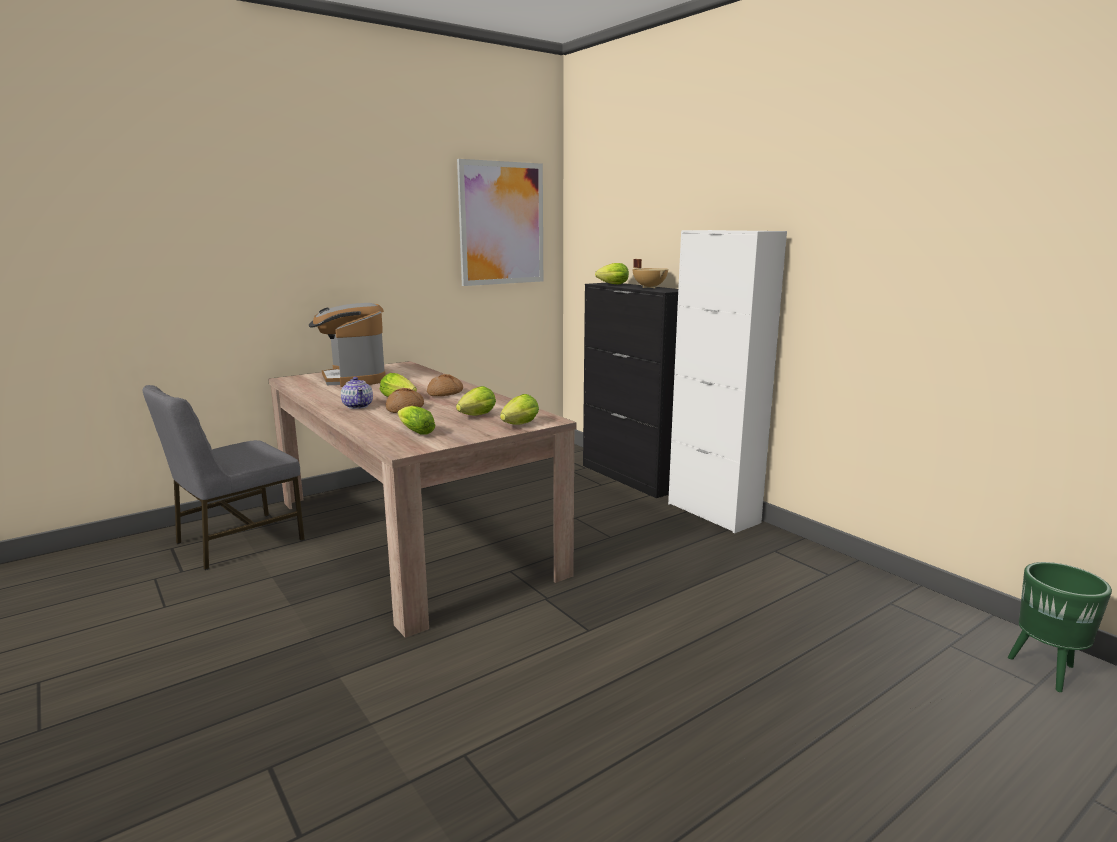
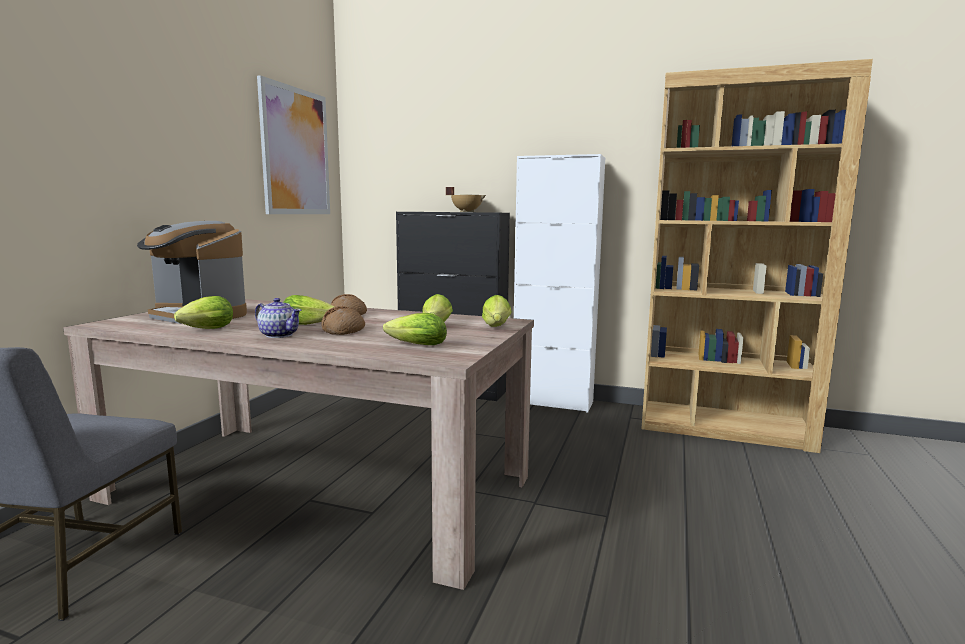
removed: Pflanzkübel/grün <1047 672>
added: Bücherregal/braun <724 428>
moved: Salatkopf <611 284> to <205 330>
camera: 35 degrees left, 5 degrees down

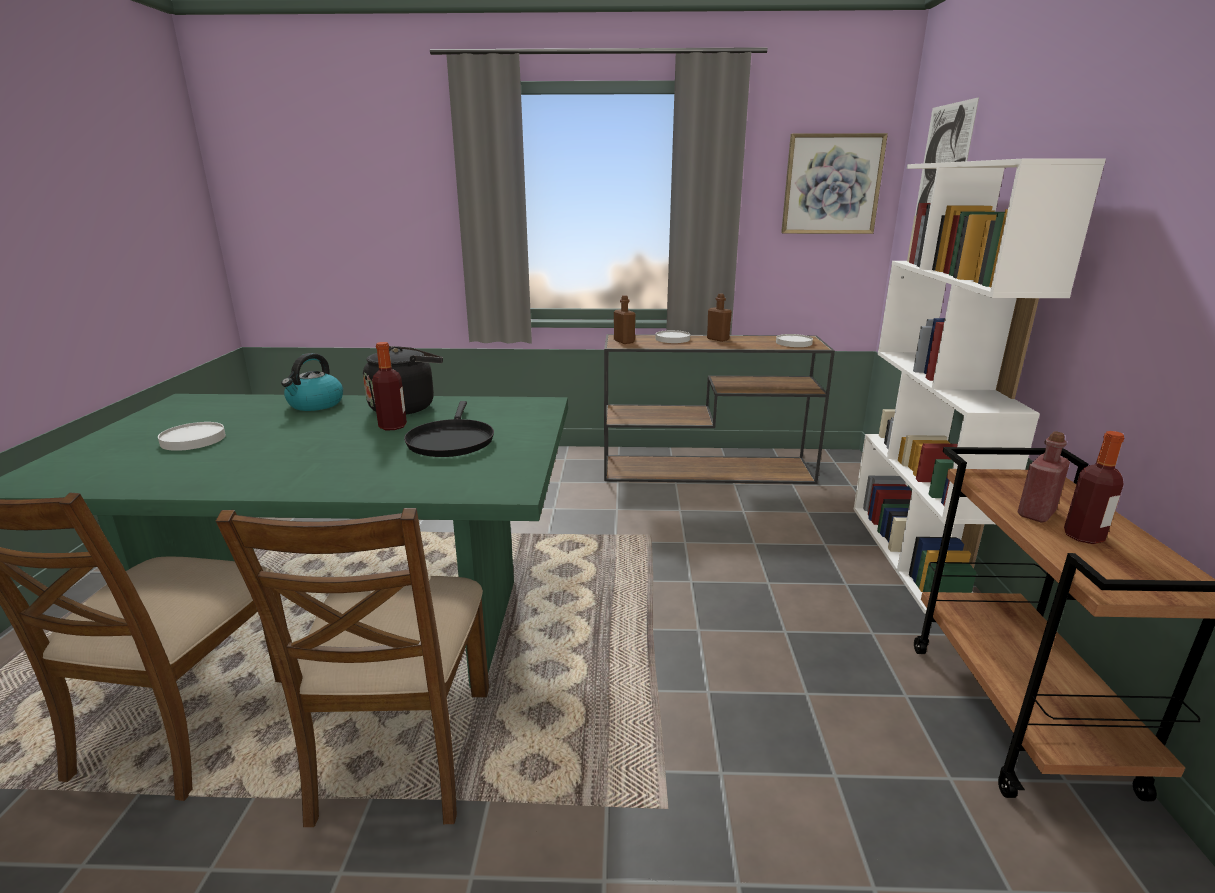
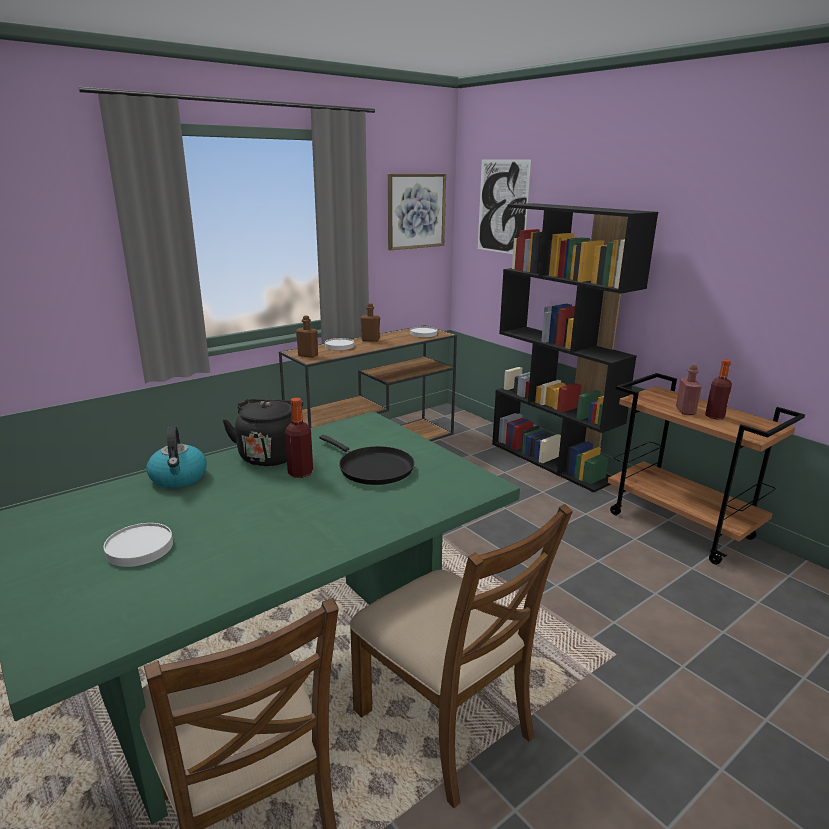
recoloured: Bücherregal/weiß <913 555> to Bücherregal/schwarz <552 461>
camera: 40 degrees left, 0 degrees up

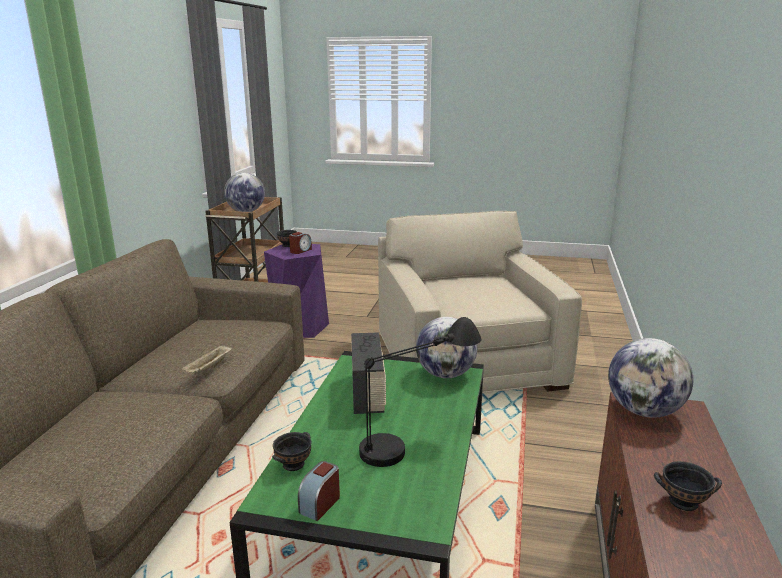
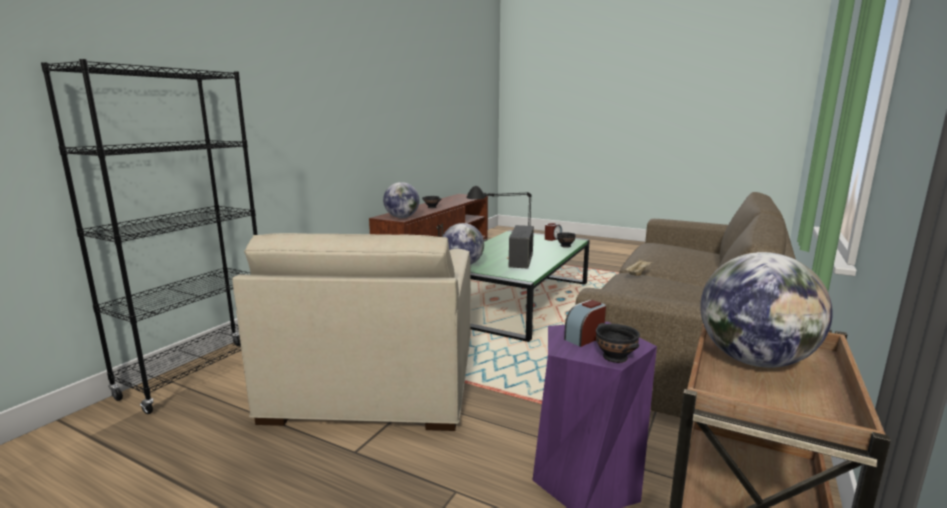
added: Bücherregal/schwarz <199 375>
camera: 165 degrees left, 5 degrees down

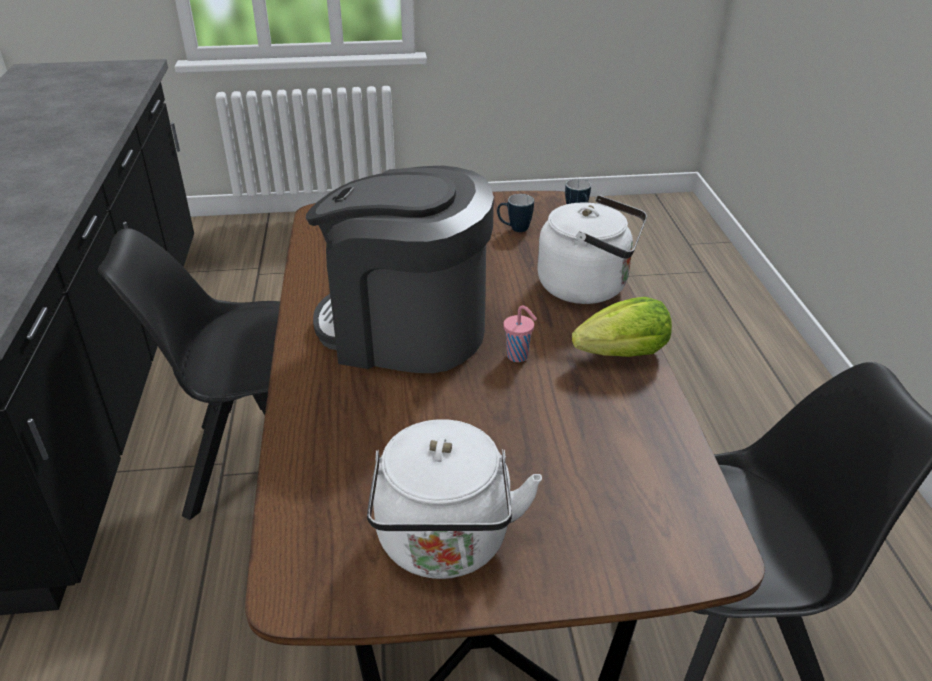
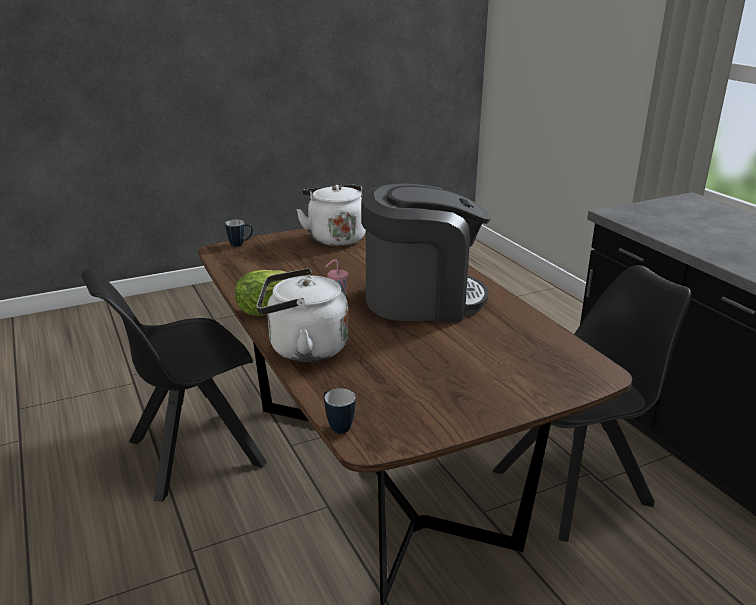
moved: Henkelbecher <514 229> to <240 244>
camera: 160 degrees right, 10 degrees down

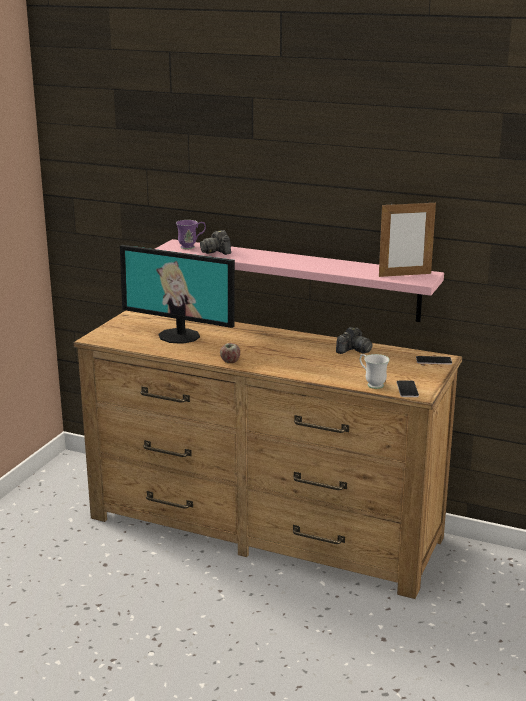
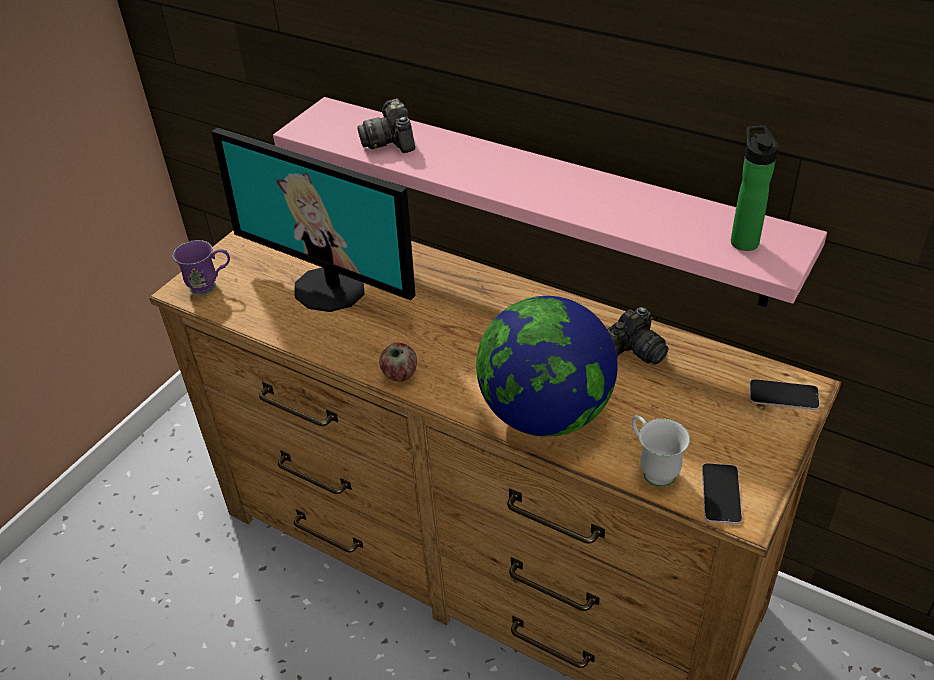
added: Globus <545 413>
moved: Henkelbecher/lila <191 247> to <210 287>
replaced: Bilderrahmen <404 275> to Flasche <743 240>
camera: 10 degrees right, 20 degrees up

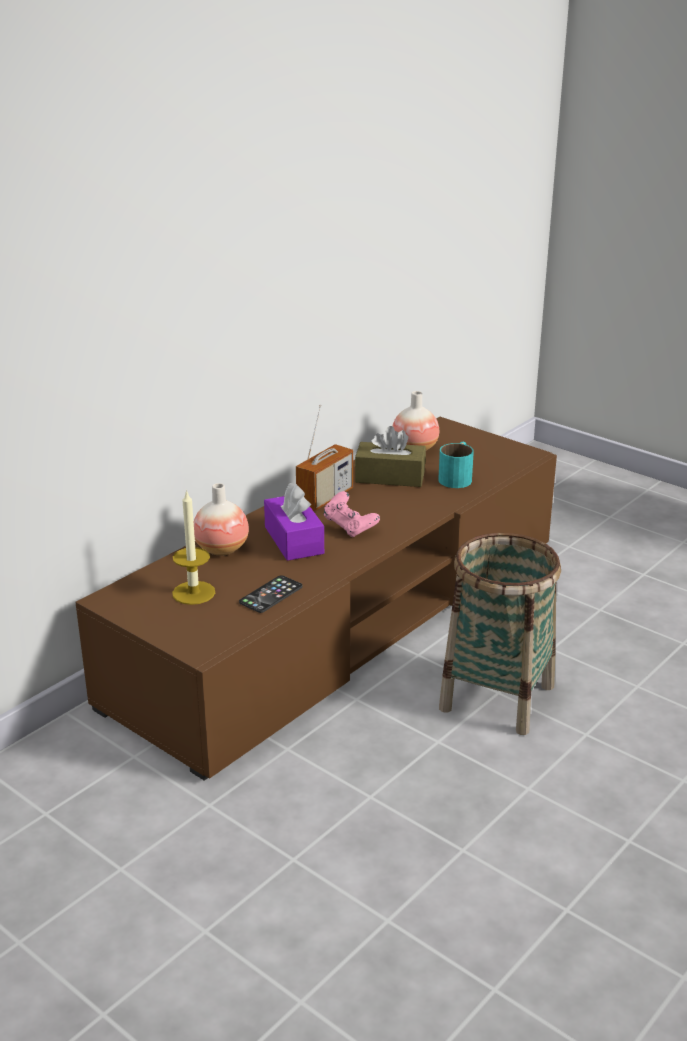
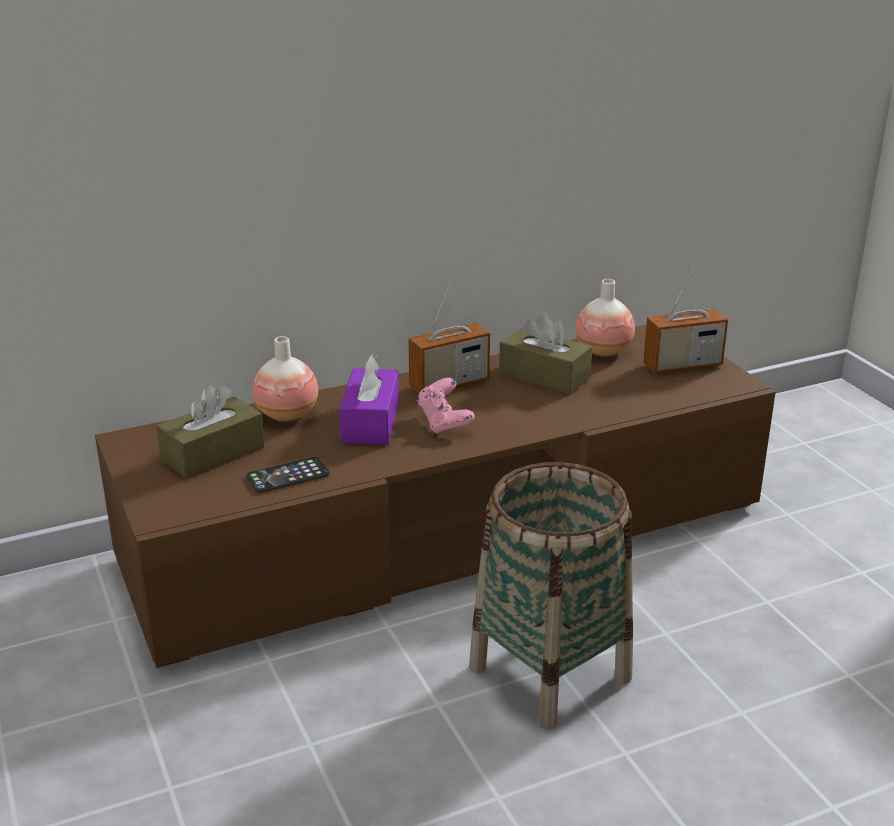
removed: Henkelbecher/türkis <457 476>
added: Radio <682 365>
replaced: Kerze <193 593> to Taschentuchbox/braun <213 454>
camera: 25 degrees right, 0 degrees up

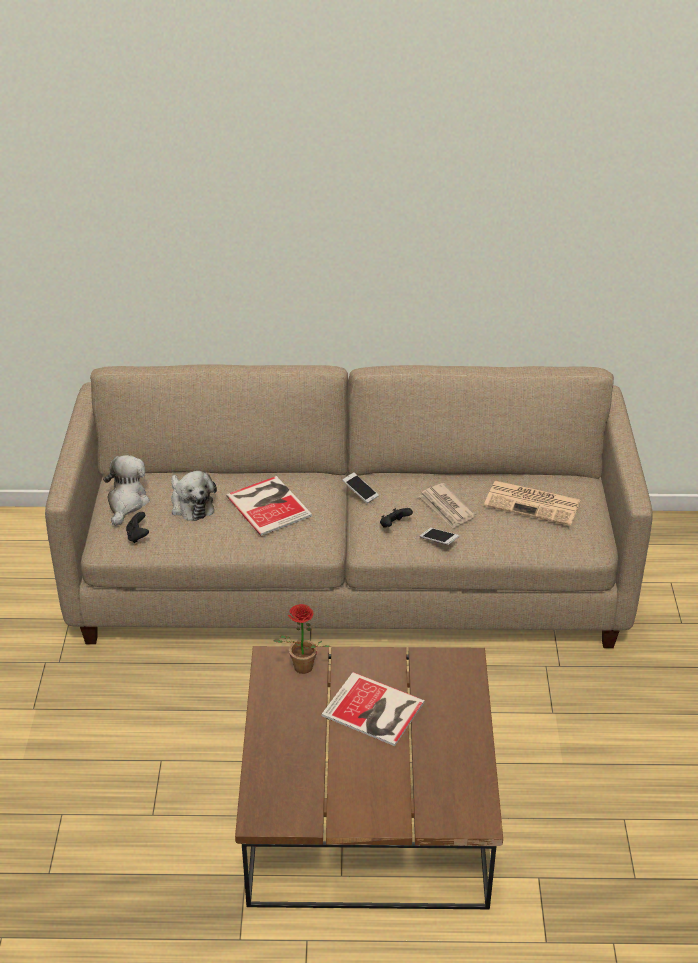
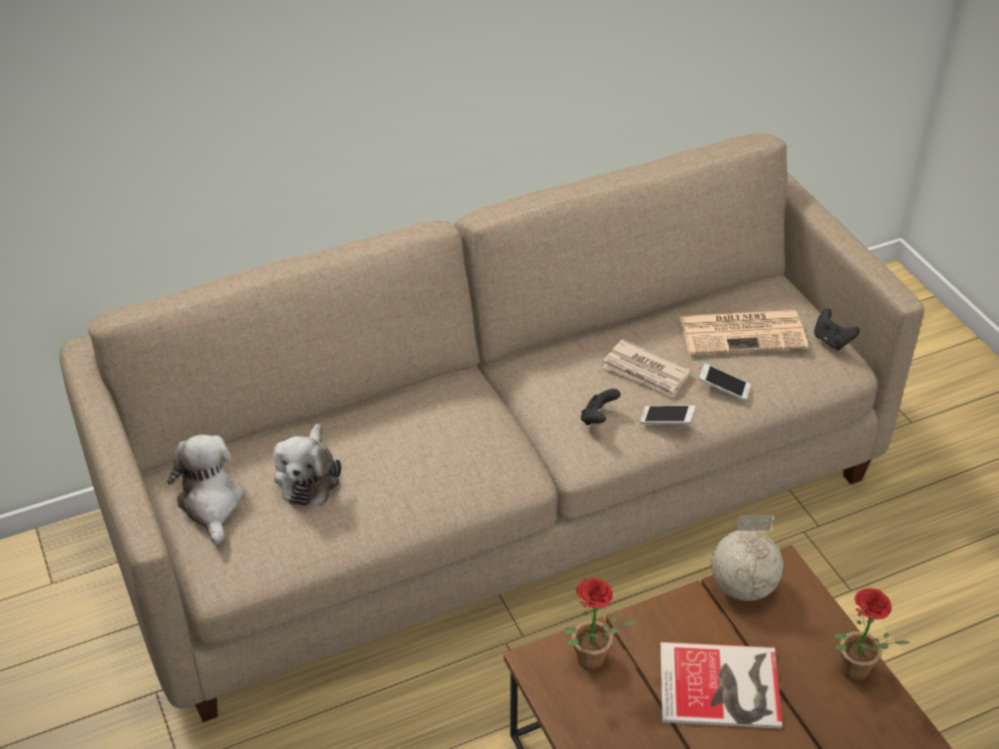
removed: Buch <269 504>
added: Globus <742 587>; Topfpflanze <852 674>
moved: Handy <360 492> to <723 388>; Gamepad/schwarz <138 536> to <832 341>
turned: Plüschtier <191 504> = <308 477> 60 degrees clockwise
camera: 25 degrees left, 5 degrees up

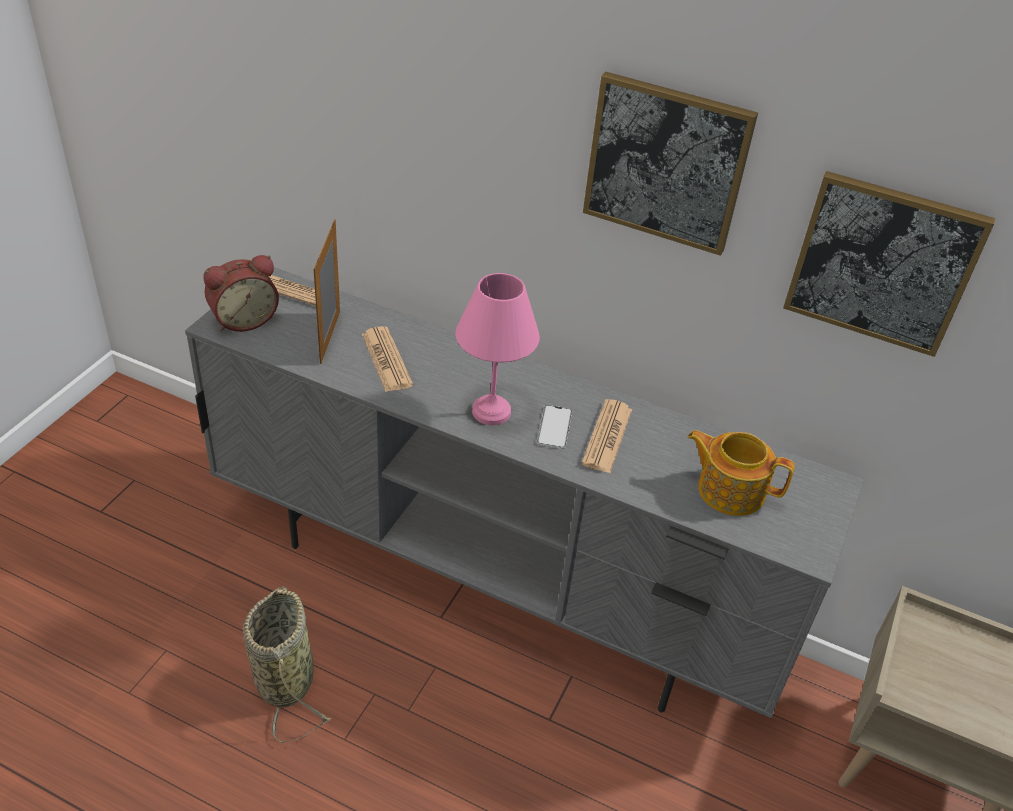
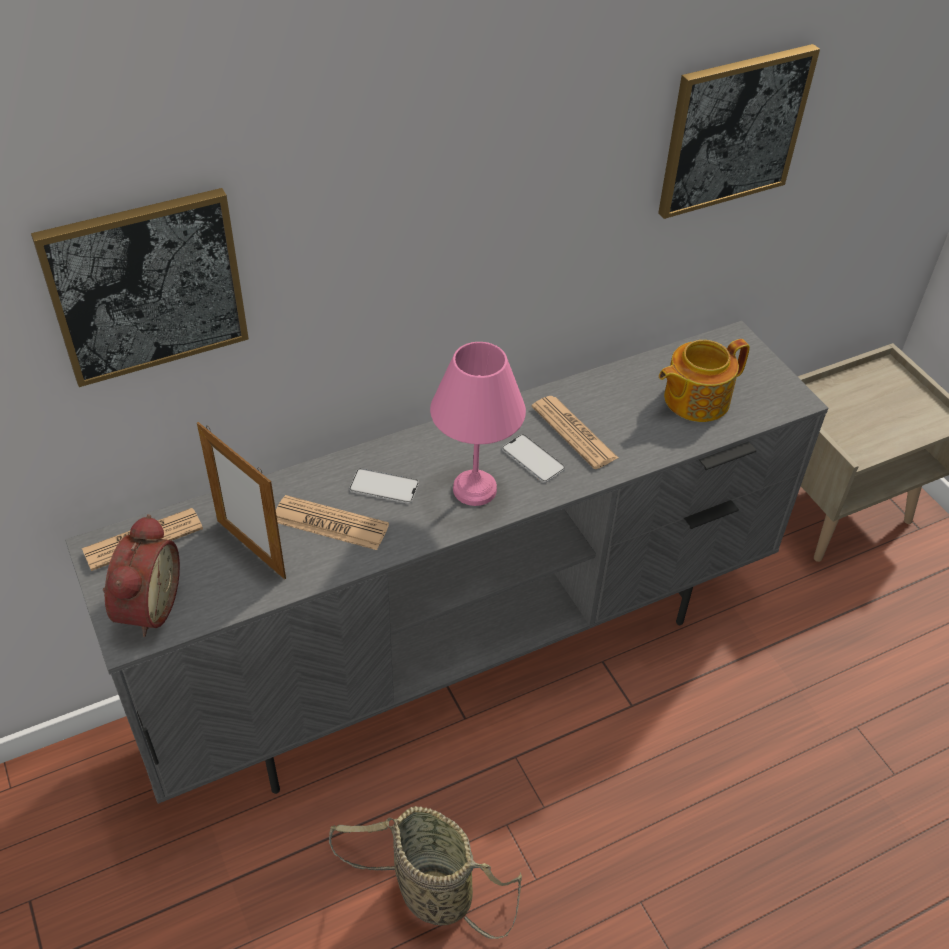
added: Handy <384 487>
moved: Bild <666 163> to <146 286>
camera: 50 degrees left, 5 degrees up

